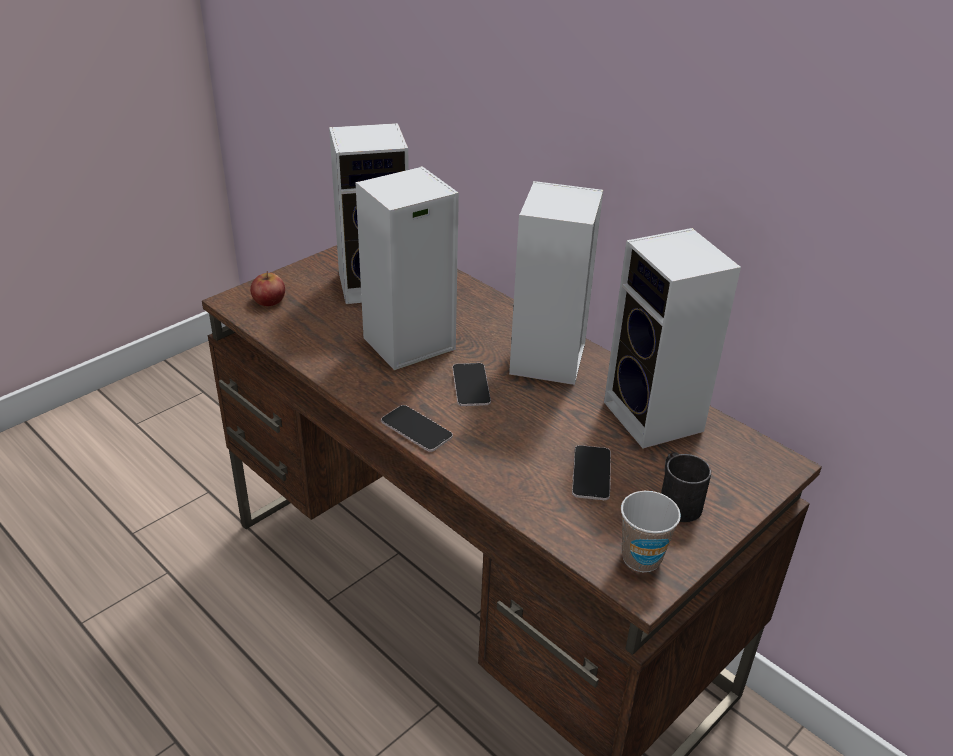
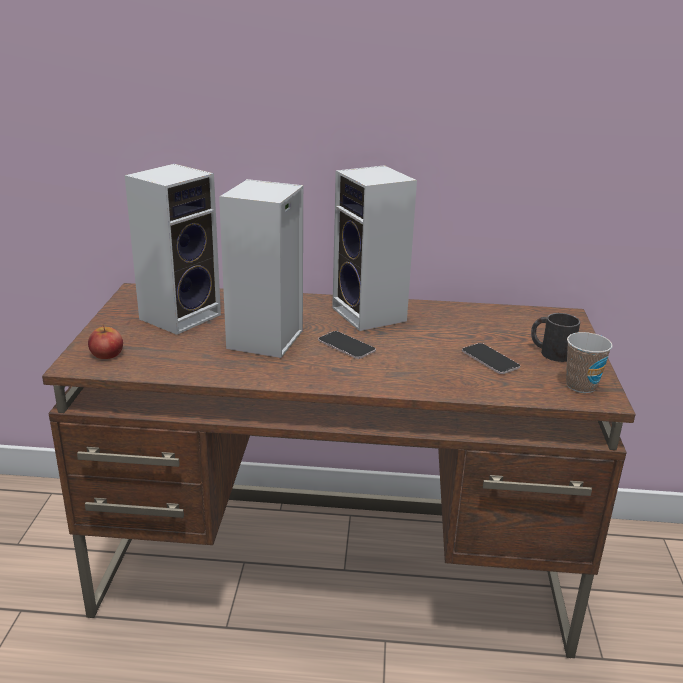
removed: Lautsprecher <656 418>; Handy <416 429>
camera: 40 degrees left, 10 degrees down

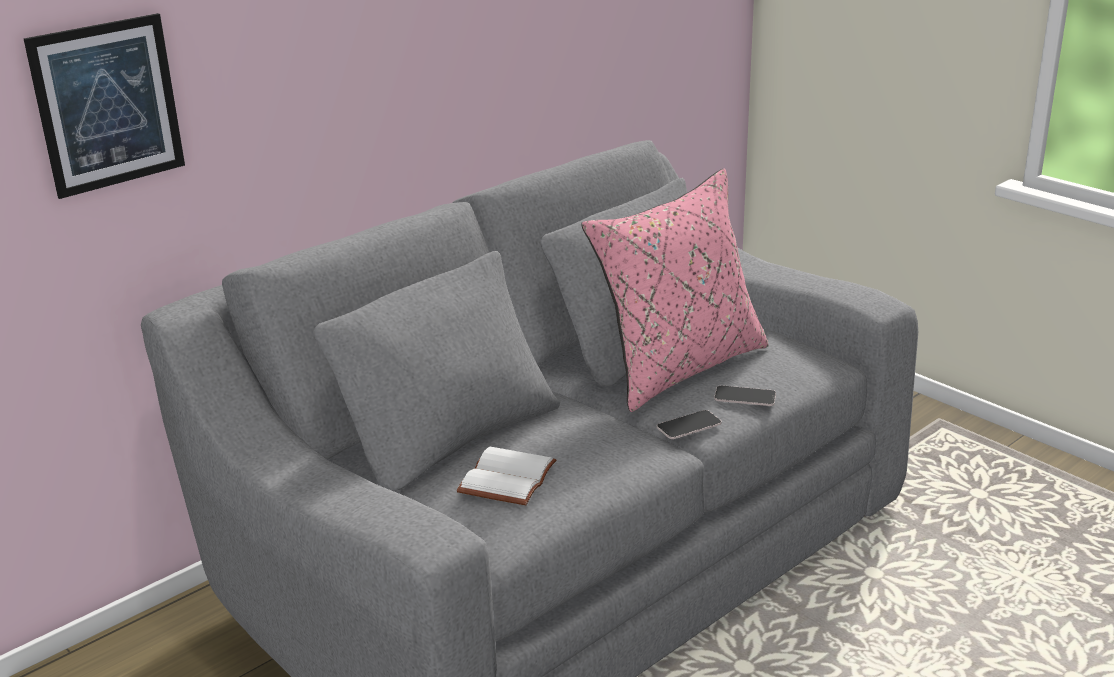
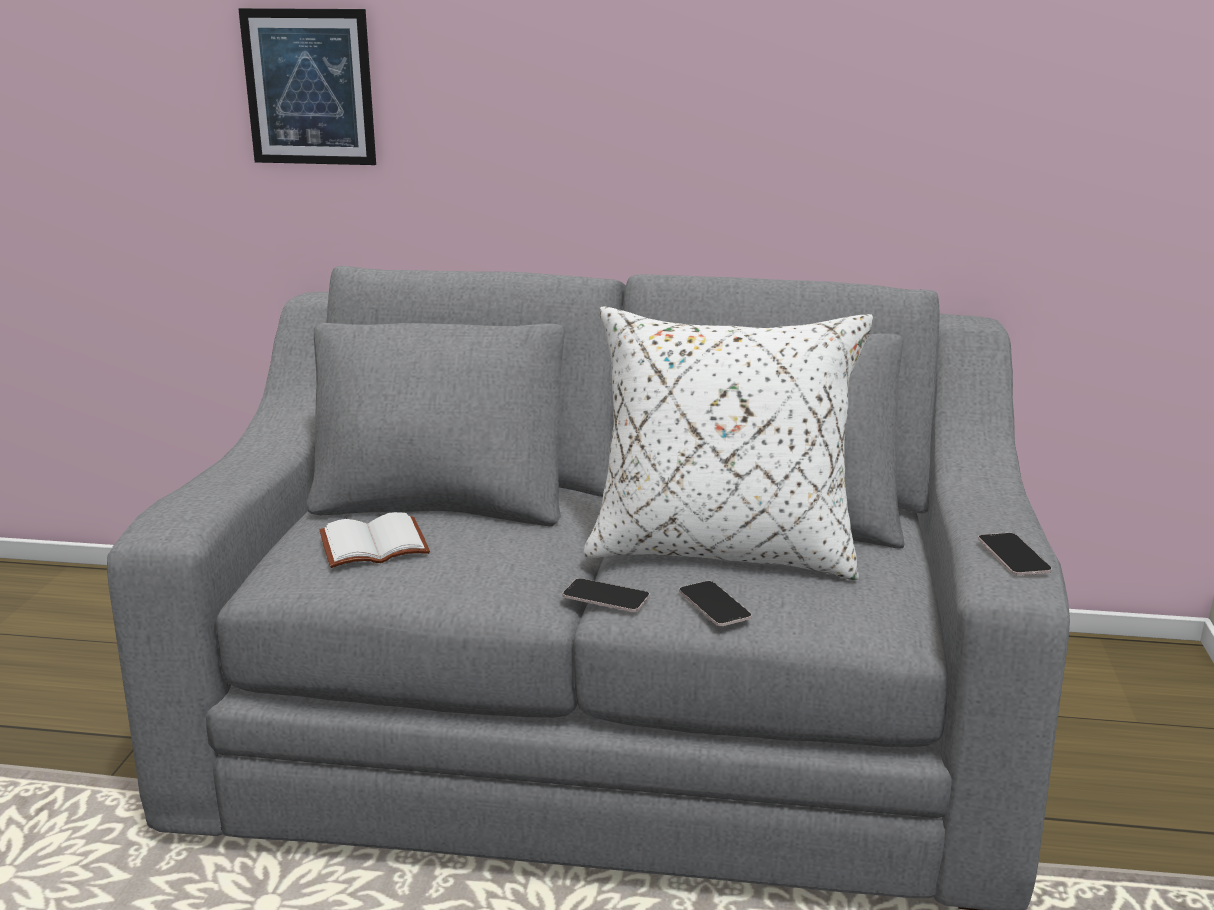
added: Handy <1013 555>
recoloured: Kissen/rosa <678 367> to Kissen/weiß <722 550>
camera: 50 degrees right, 5 degrees down

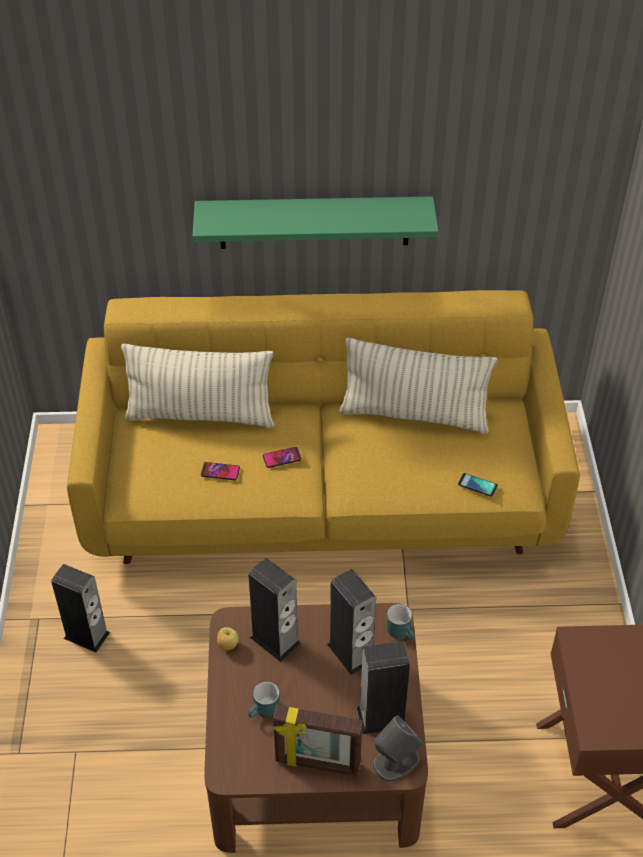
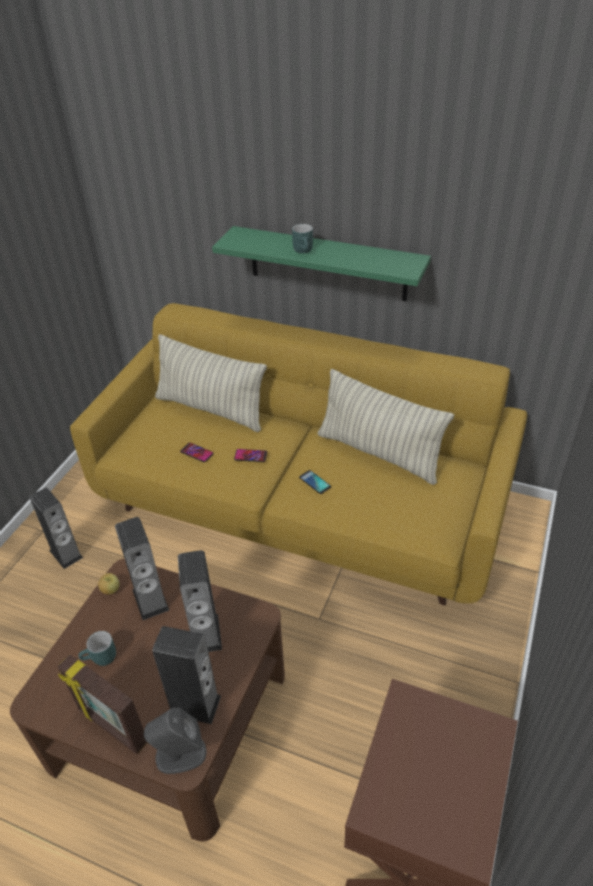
moved: Handy <477 485> to <315 482>; Henkelbecher/türkis <402 631> to <305 250>
camera: 25 degrees right, 5 degrees down

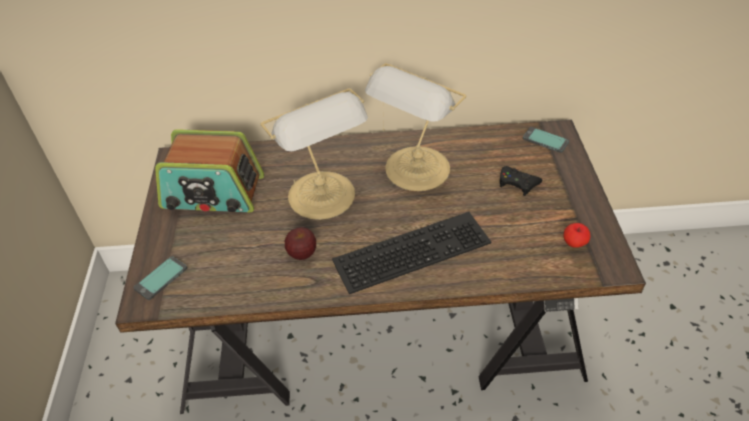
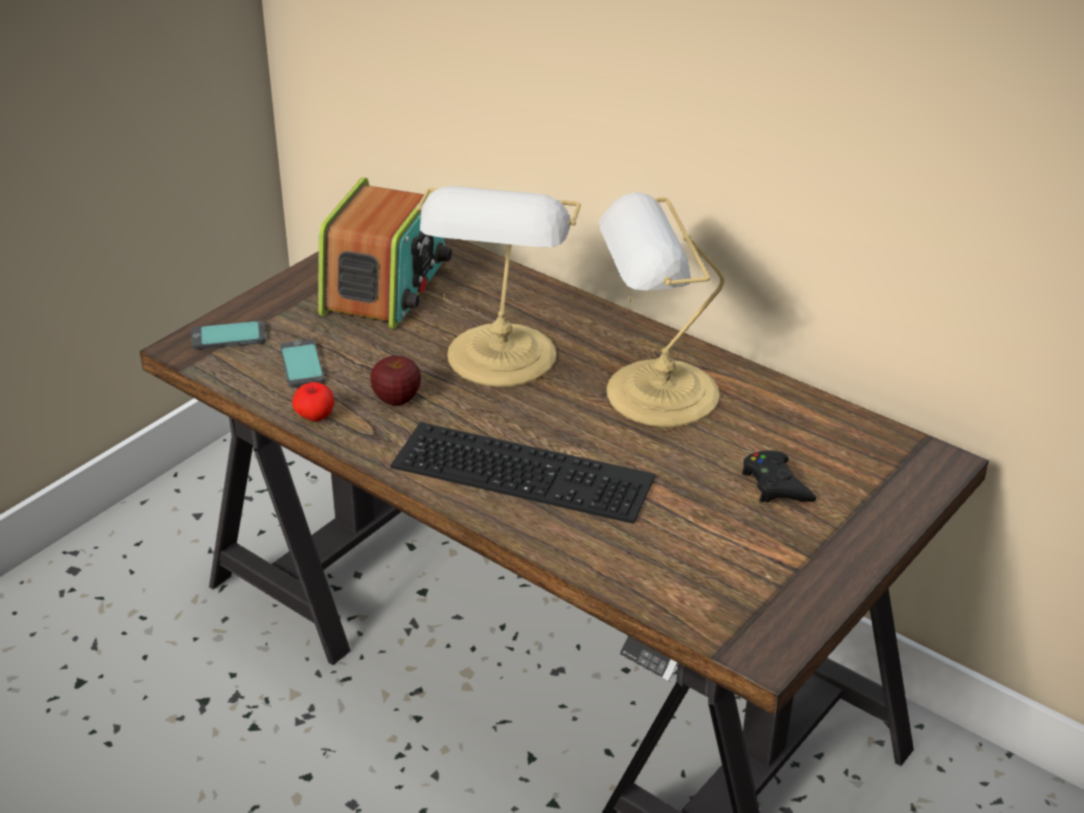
moved: Handy <545 140> to <301 365>; Apfel <574 243> to <315 417>
turned: Radio <213 193> = <385 286> 120 degrees counterclockwise
camera: 40 degrees right, 10 degrees down

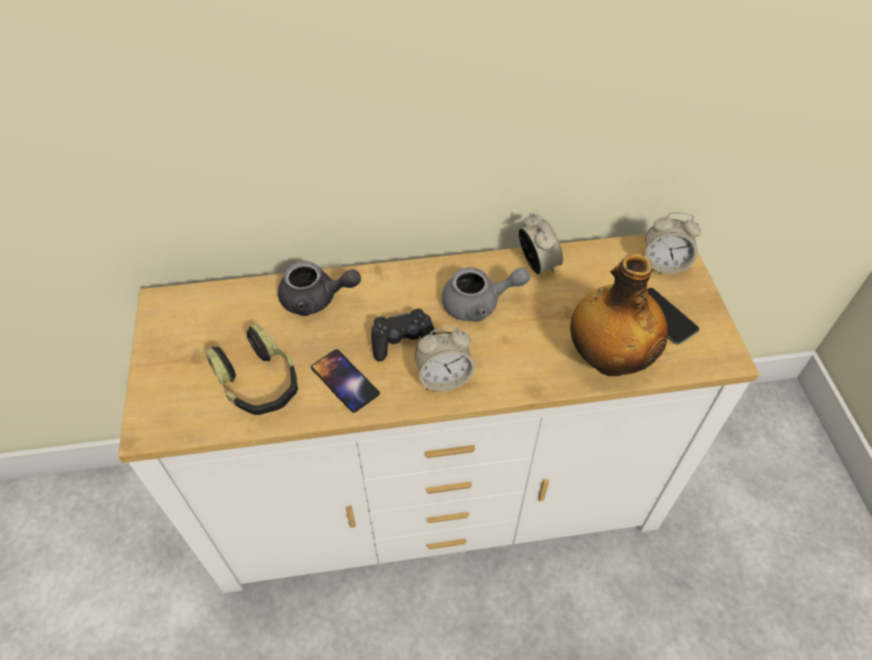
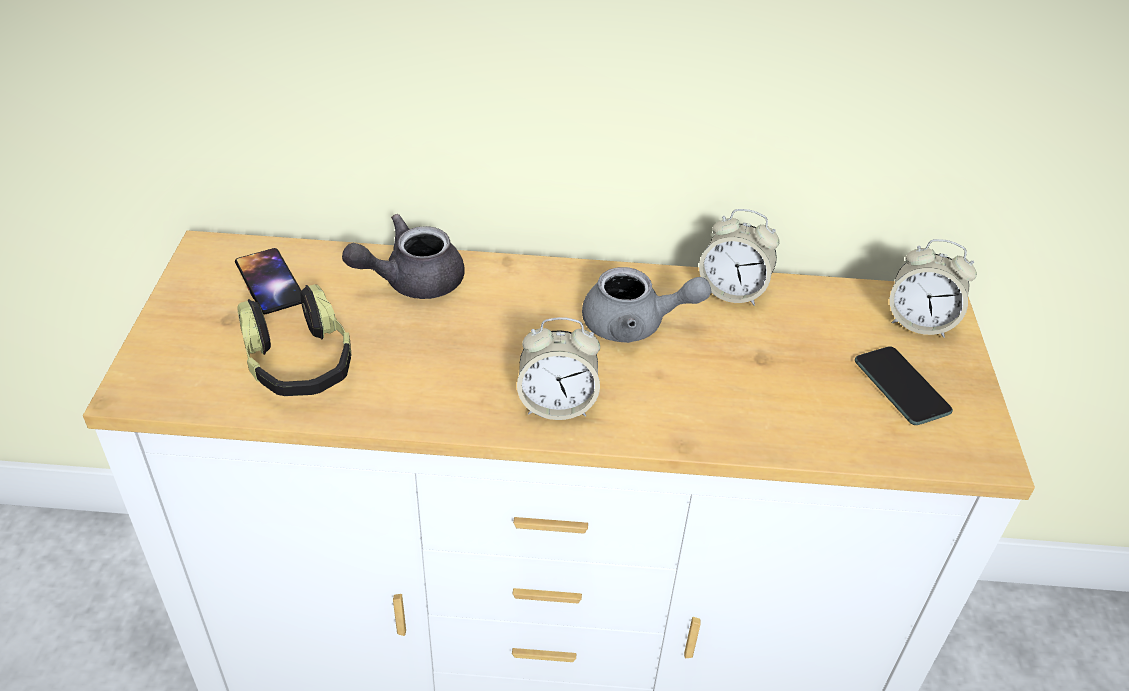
removed: Flasche <608 359>; Gamepad/schwarz <403 341>
moved: Handy <344 381> to <269 282>
turned: Wecker <537 264> = <732 291> 120 degrees clockwise; Teekanne/grau <316 299> = <411 281> 135 degrees clockwise
camera: 10 degrees right, 10 degrees down

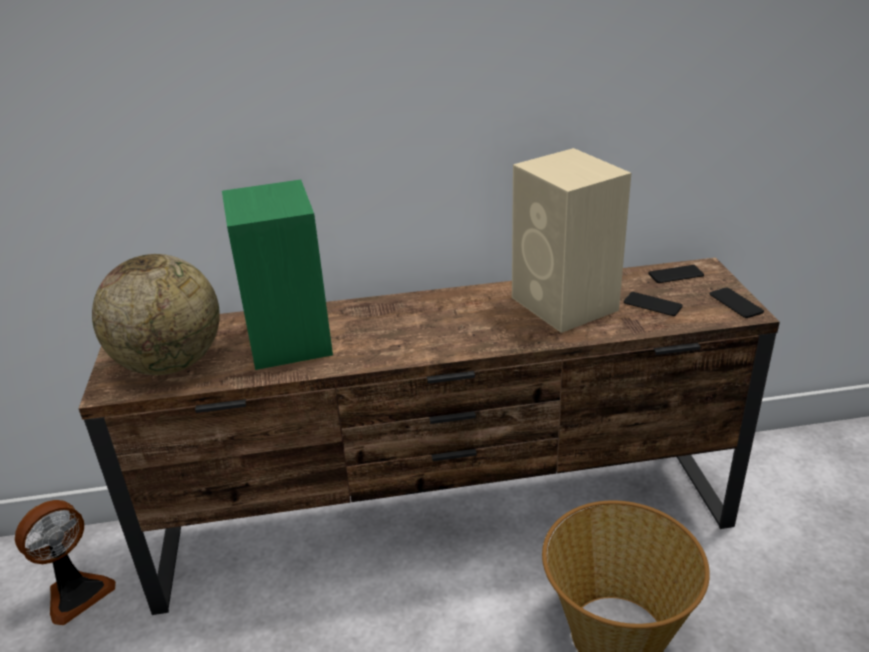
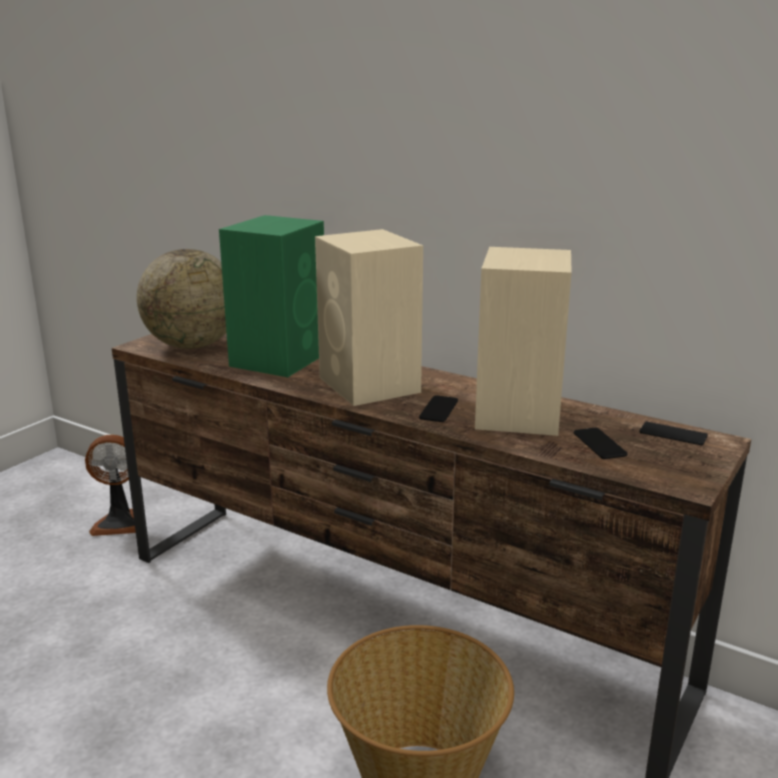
added: Lautsprecher/beige <370 386>
moved: Handy <735 303> to <439 409>
camera: 40 degrees right, 10 degrees down

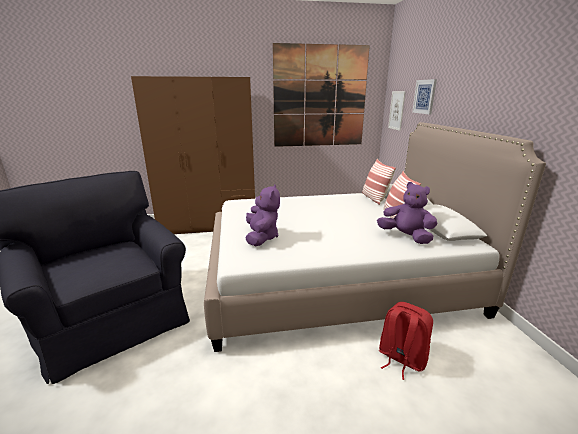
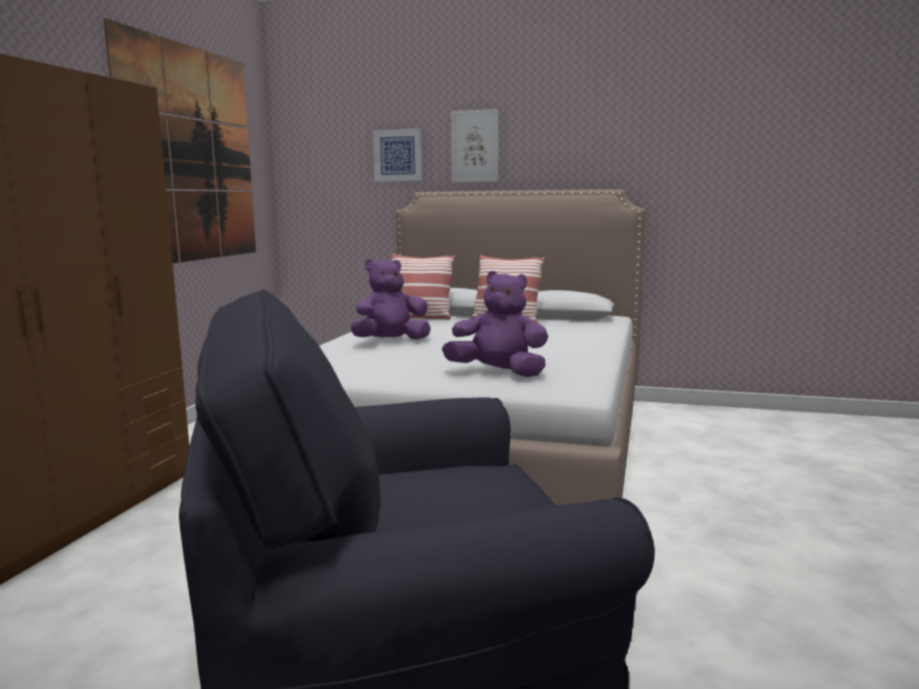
removed: Rucksack/rot <401 359>
moved: Bild <396 110> to <475 146>; Plüschtier/lila <406 237> to <390 341>
camera: 65 degrees left, 10 degrees down

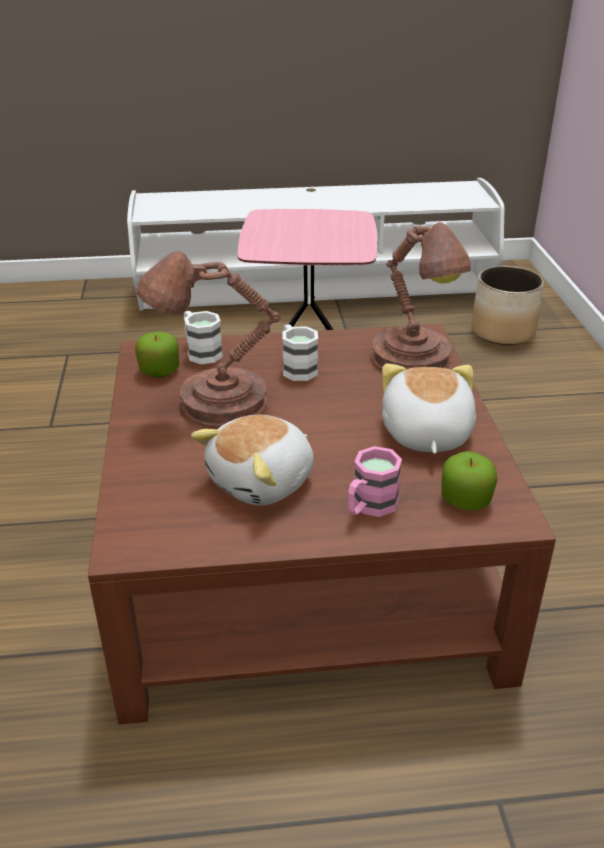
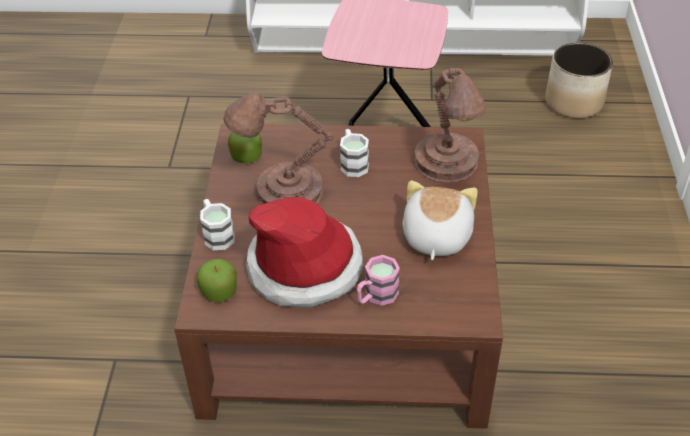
moved: Henkelbecher/weiß <200 351> to <217 234>; Apfel <465 500> to <219 291>
replaced: Plüschtier <263 481> to Hut <305 267>
camera: 10 degrees right, 10 degrees up

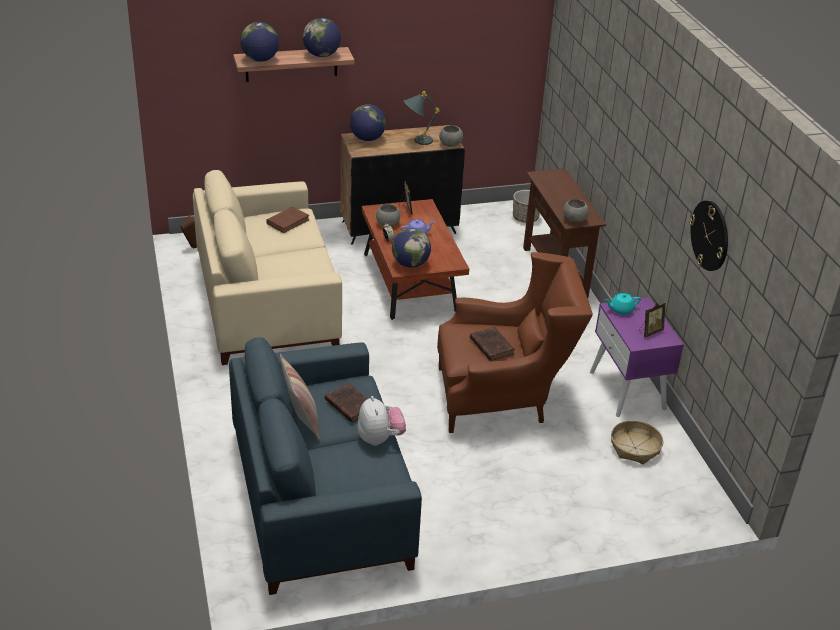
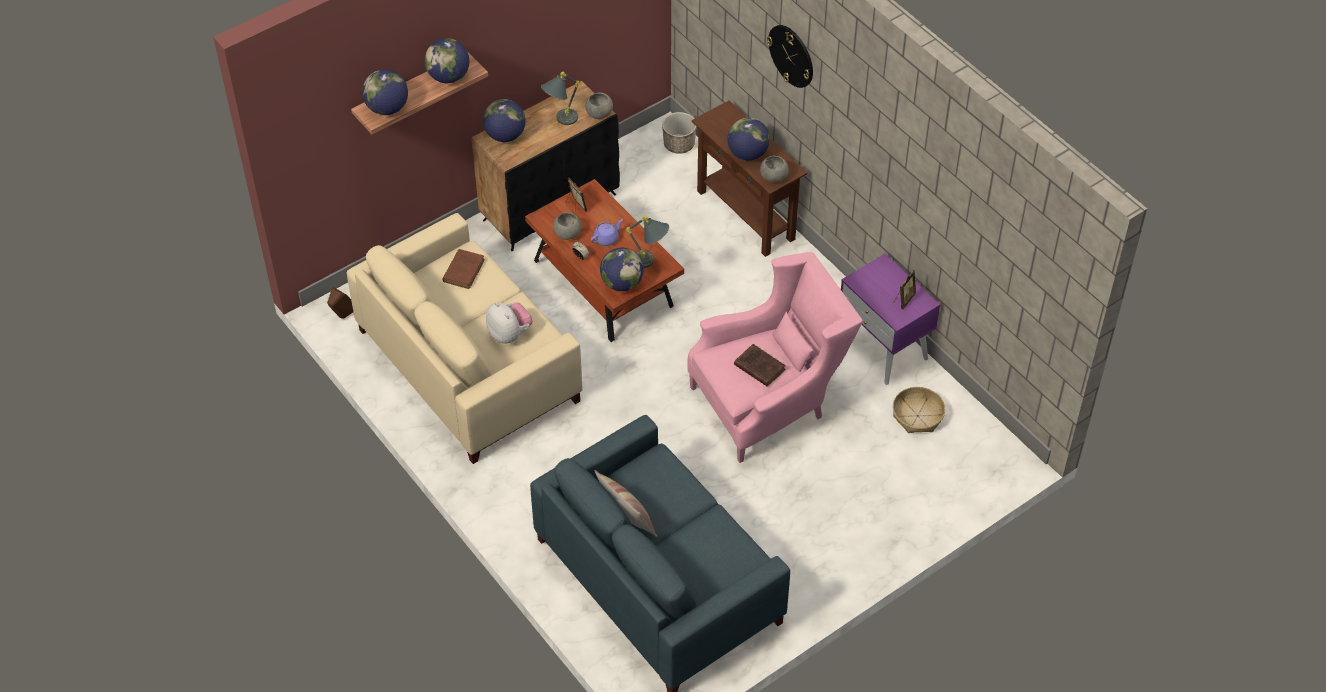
removed: Teekanne/türkis <621 309>; Buch/braun <349 405>
added: Globus <747 154>; Tischlampe/grau <650 262>
moved: Wanduhr <710 235> to <791 55>; Plüschtier <380 438> to <509 334>
recoloured: Sessel/braun <501 398> to Sessel/rosa <769 402>
camera: 20 degrees left, 15 degrees up

